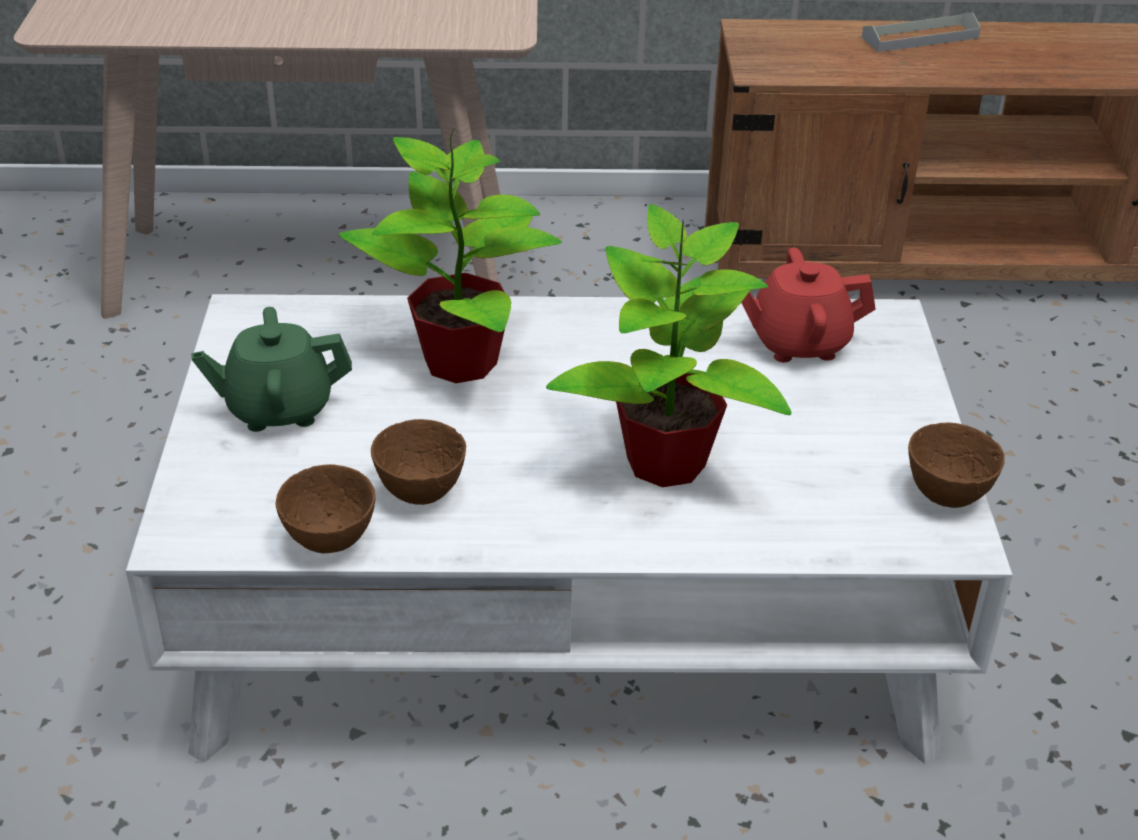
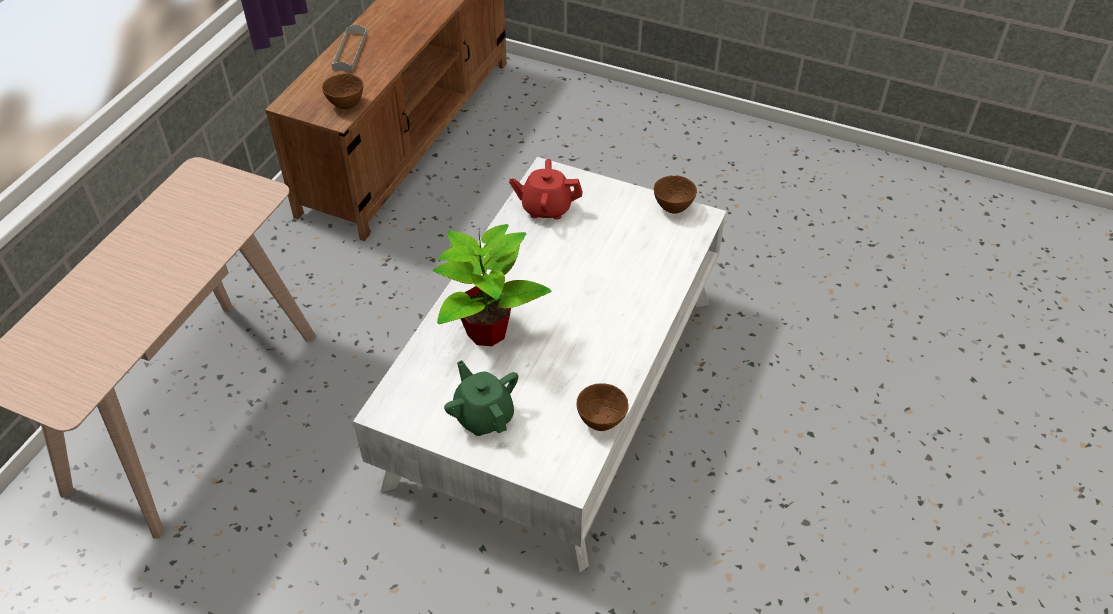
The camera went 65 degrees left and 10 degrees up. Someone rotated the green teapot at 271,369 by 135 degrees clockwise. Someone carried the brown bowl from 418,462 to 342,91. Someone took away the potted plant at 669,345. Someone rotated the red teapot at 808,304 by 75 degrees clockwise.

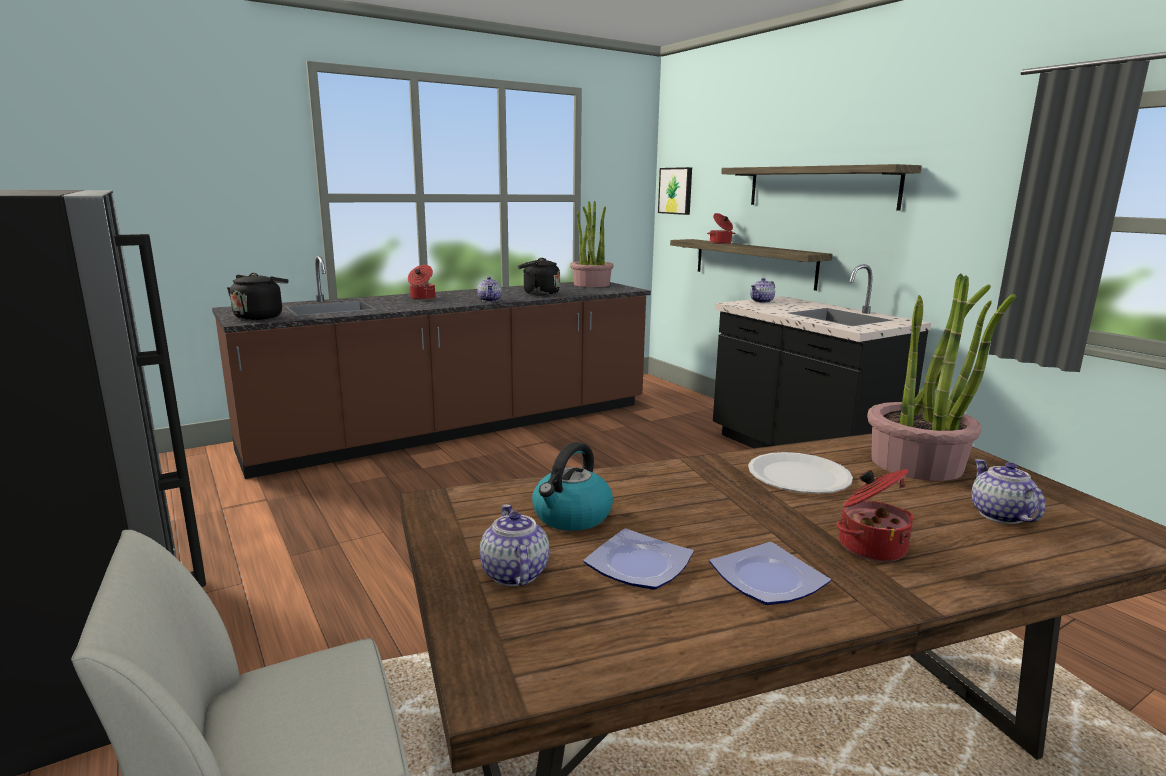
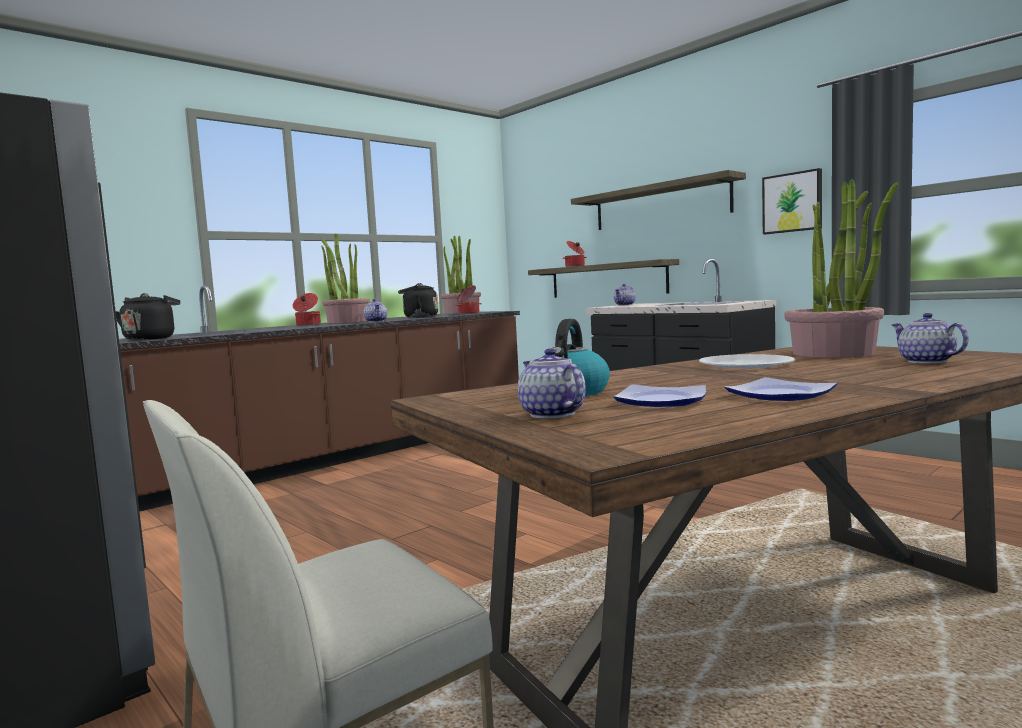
The camera went 10 degrees left and 10 degrees down. Someone carried the picture from 675,191 to 792,201. Someone carried the cooking pot from 875,515 to 468,299. Someone put down the potted plant at 345,278.

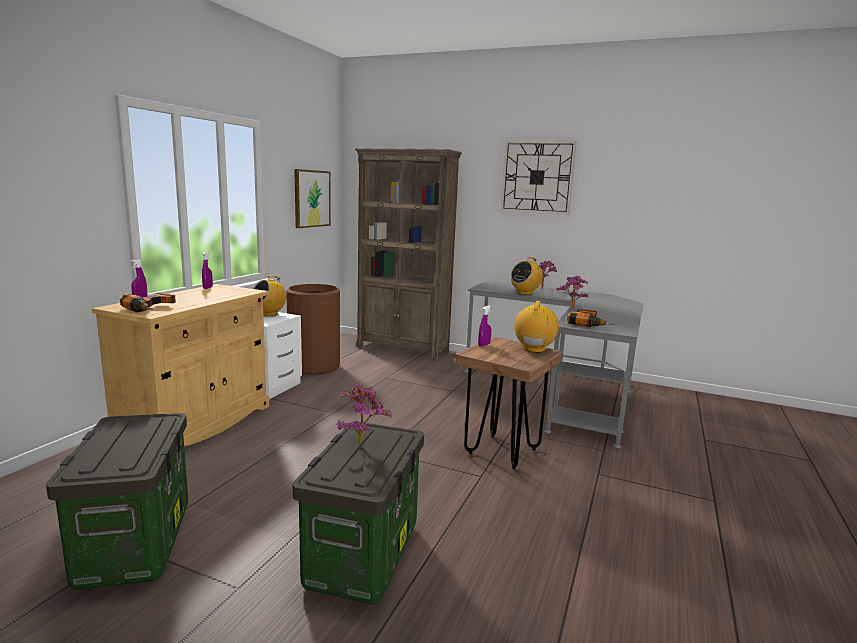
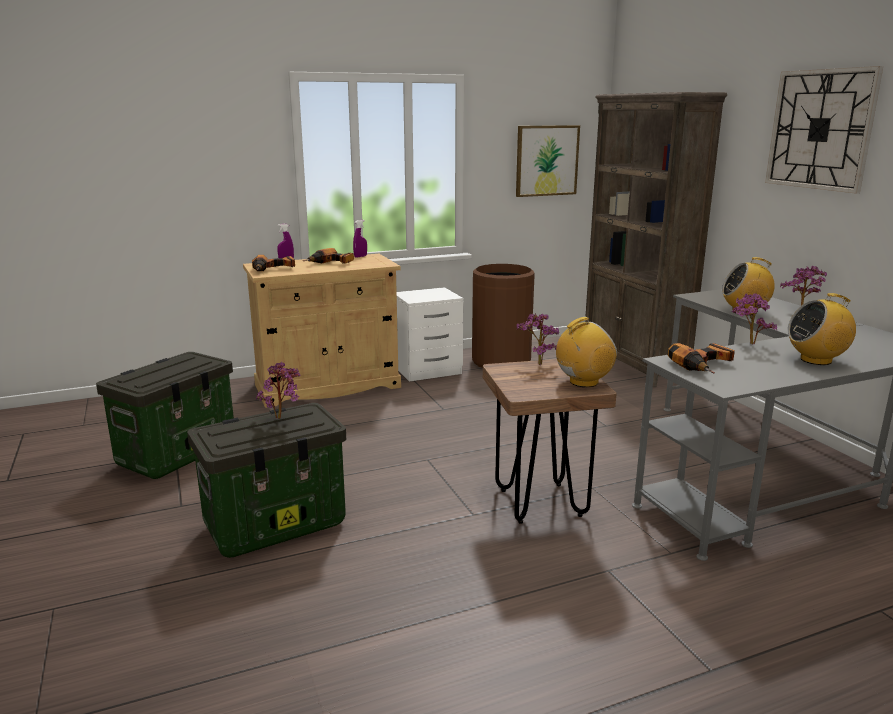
The camera went 45 degrees right and 5 degrees up. Someone carried the radio from 269,295 to 822,329. Someone swapped the purple spray bottle at 484,326 for the potted plant at 537,339. Someone put down the power drill at 328,256.

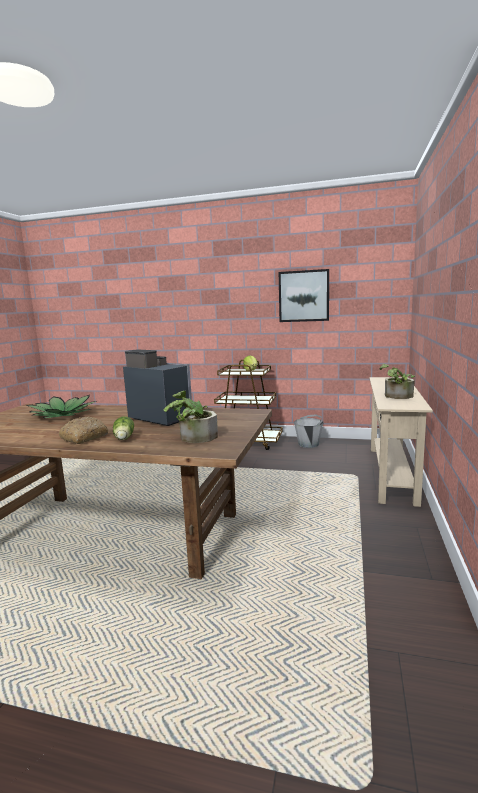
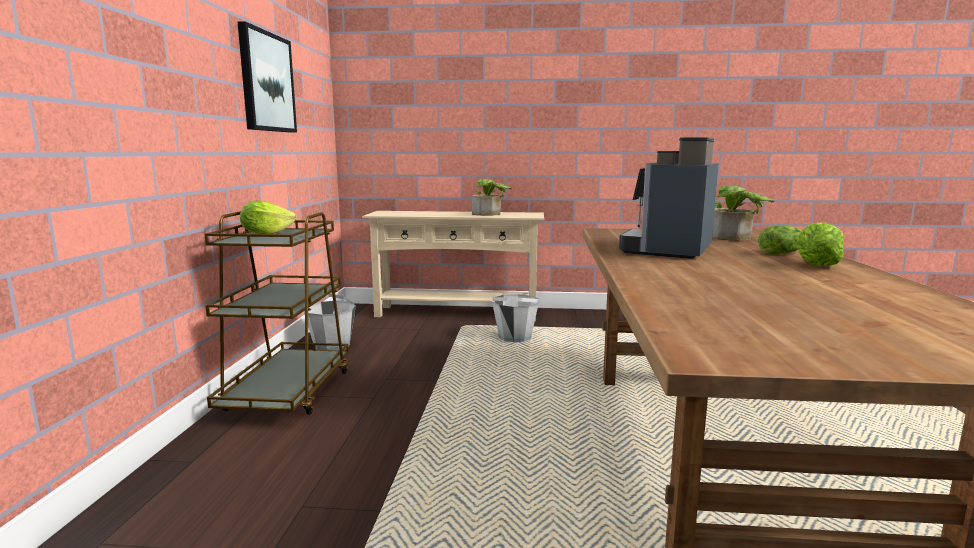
The camera went 100 degrees left and 0 degrees up. Someone took away the potted plant at 61,407. Someone swapped the bread at 84,430 for the lettuce at 820,244. Someone put down the grey bucket at 516,318.

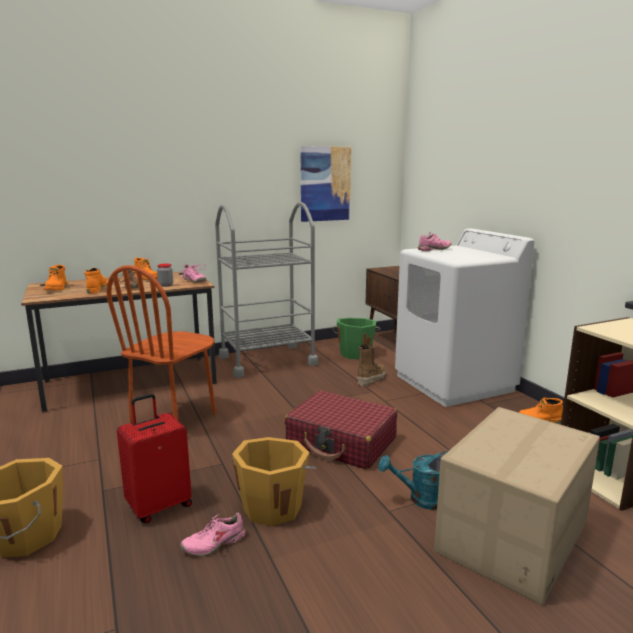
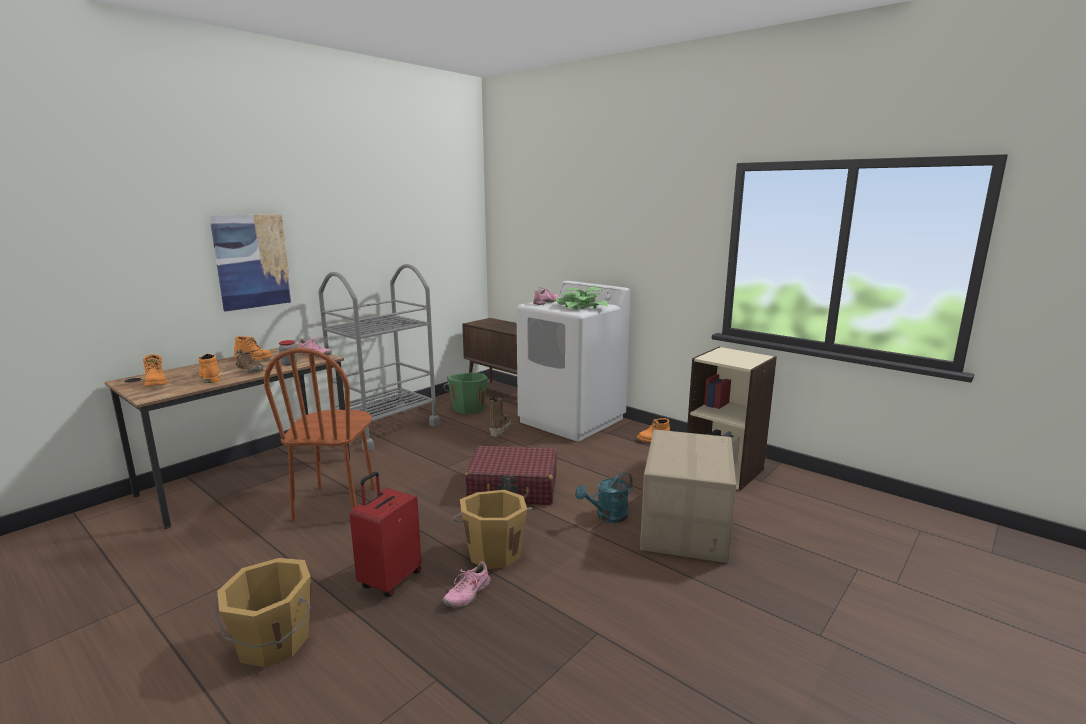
The camera went 25 degrees left and 0 degrees up. Someone carried the picture from 325,184 to 250,263. Someone put down the potted plant at 582,298.

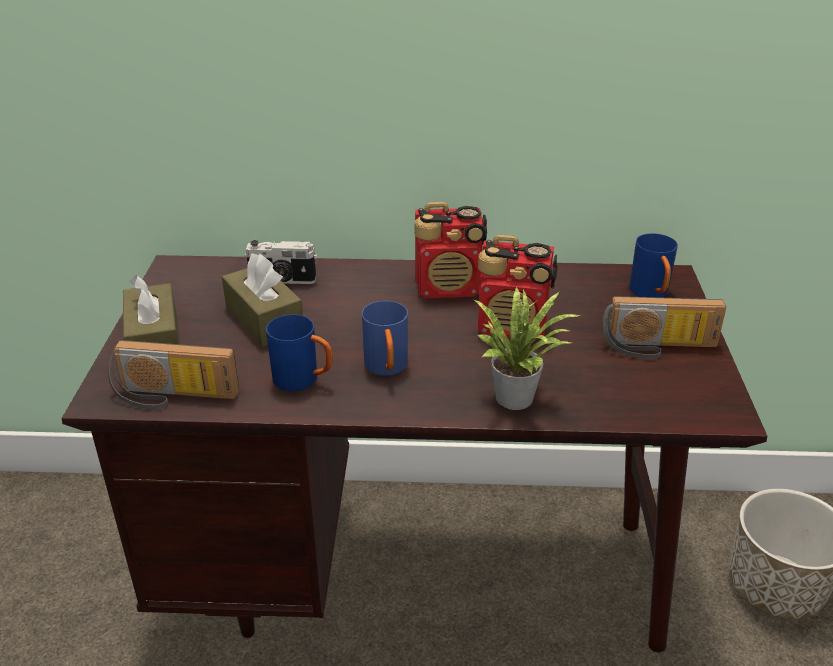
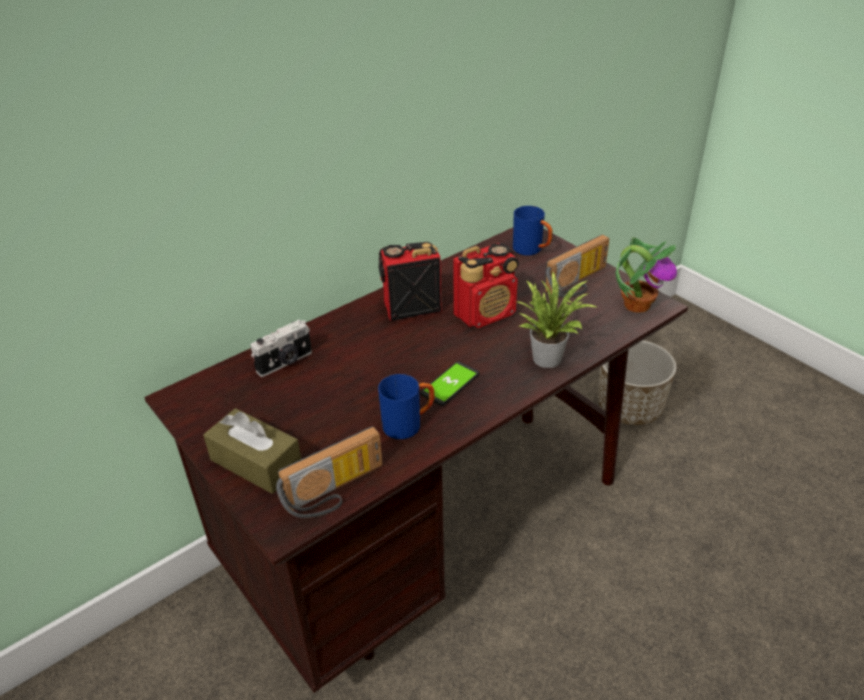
The camera went 40 degrees left and 5 degrees up. Someone took away the brown tissue box at 262,300. Someone swapped the blue mug at 385,338 for the phone at 449,383. Someone rotated the radio at 450,250 by 150 degrees counterclockwise. Someone put down the potted plant at 646,275.

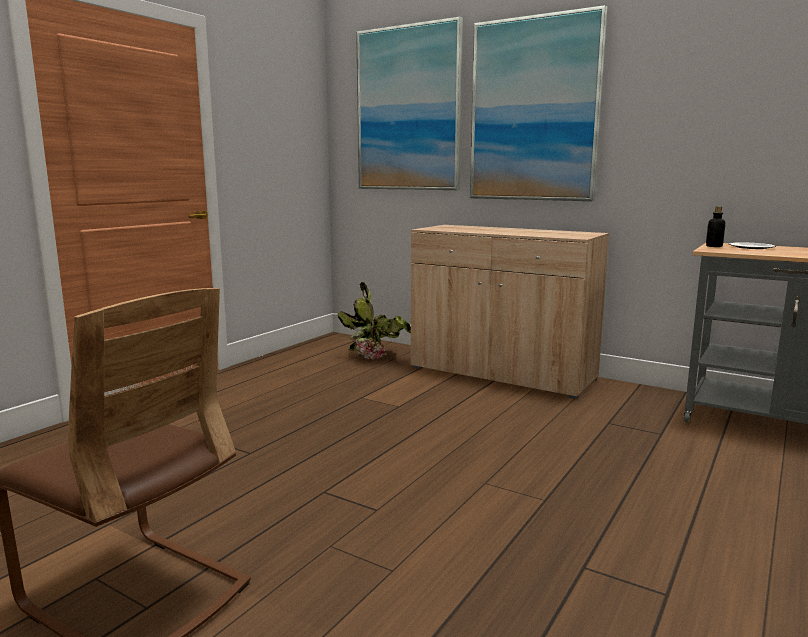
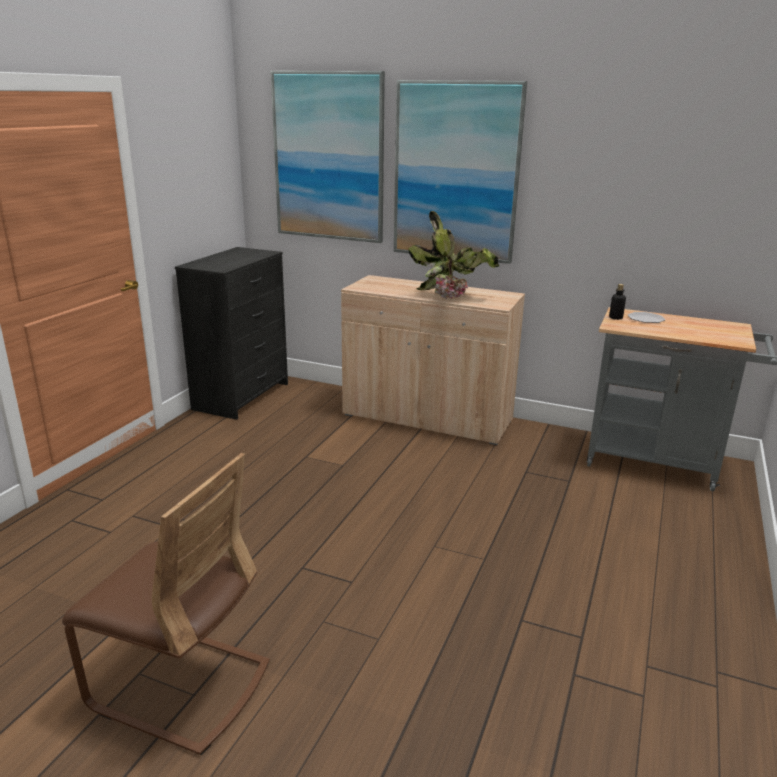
The camera went 10 degrees left and 10 degrees up. Someone carried the potted plant from 374,321 to 453,255. Someone put down the black dresser at 231,333.

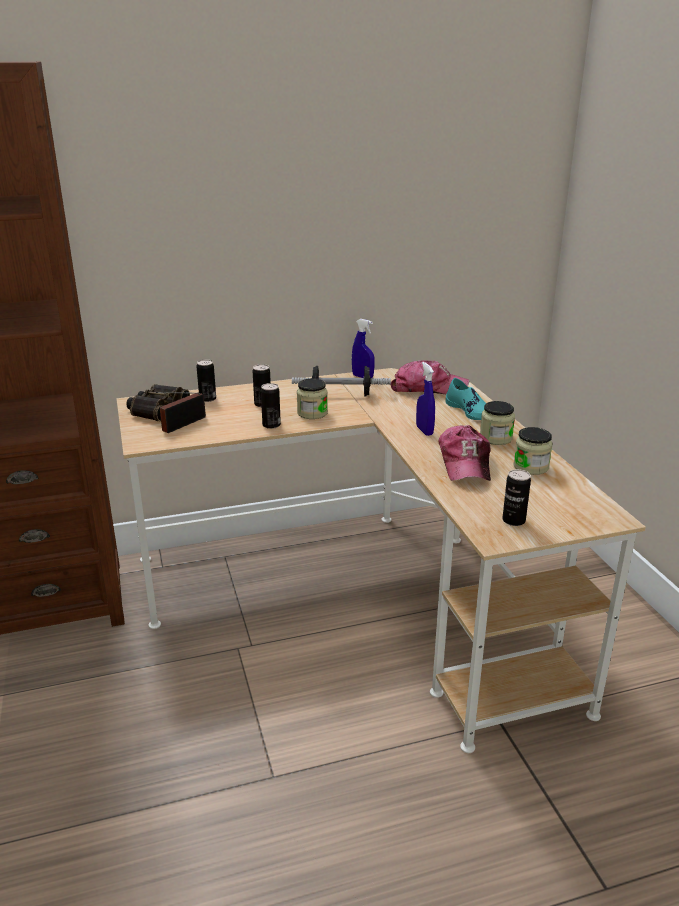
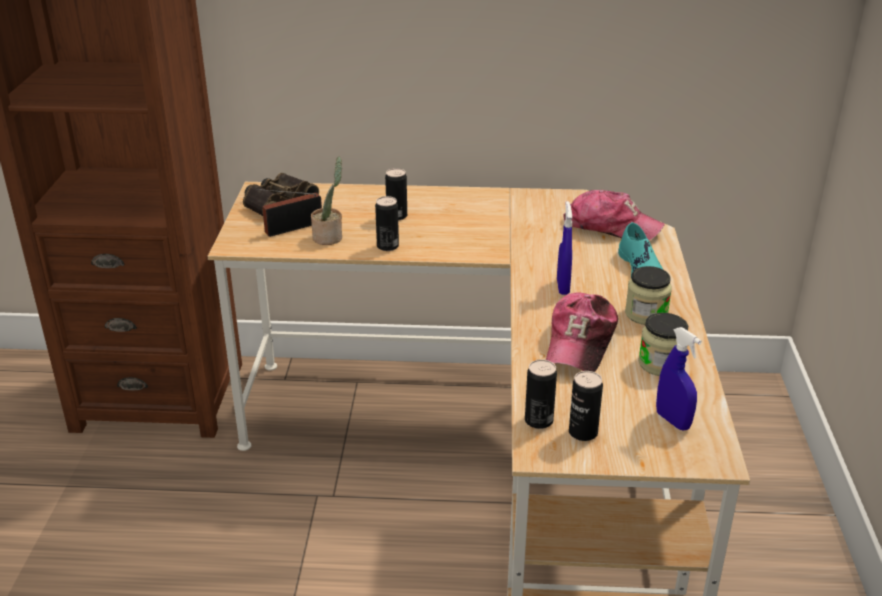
The camera went 20 degrees right and 5 degrees up. Someone carried the can from 206,381 to 541,394. Someone took away the dumbbell at 341,381. Someone took away the jar at 312,398. Someone carried the blue spray bottle from 363,348 to 679,378. Someone put down the potted plant at 326,201.

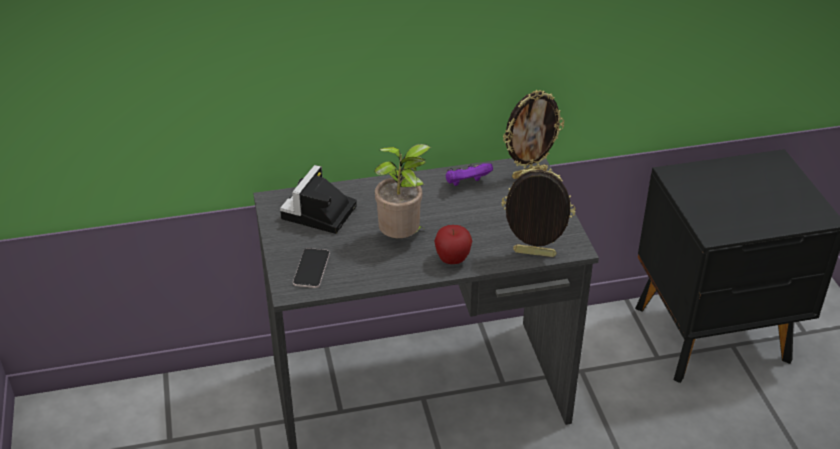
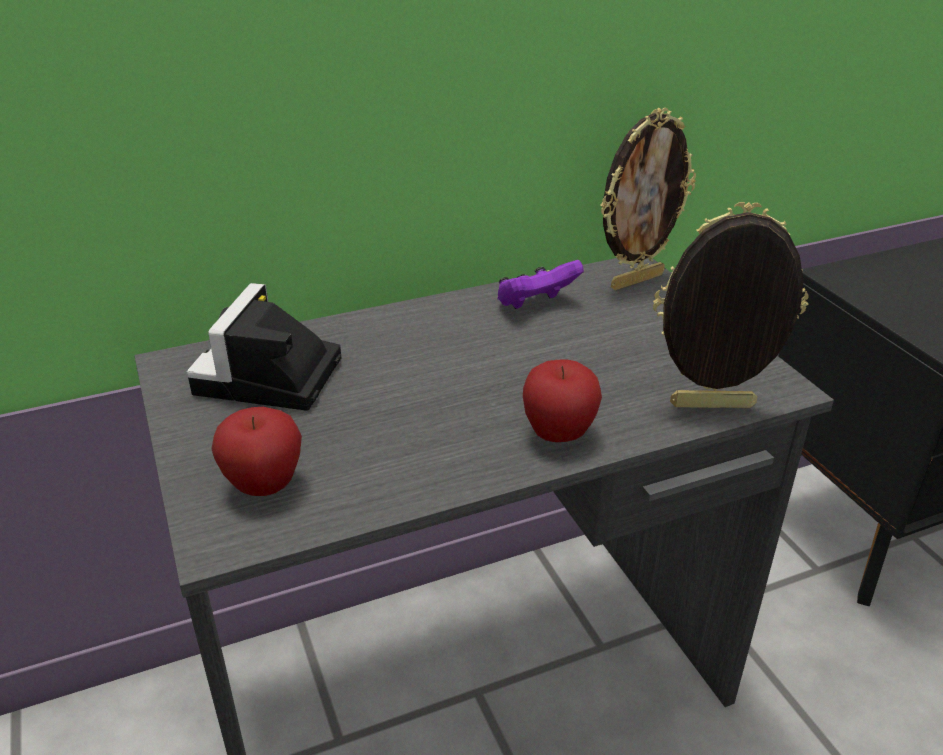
The camera went 10 degrees left and 5 degrees down. Someone swapped the phone at 311,268 for the apple at 256,451. Someone took away the potted plant at 402,191.

